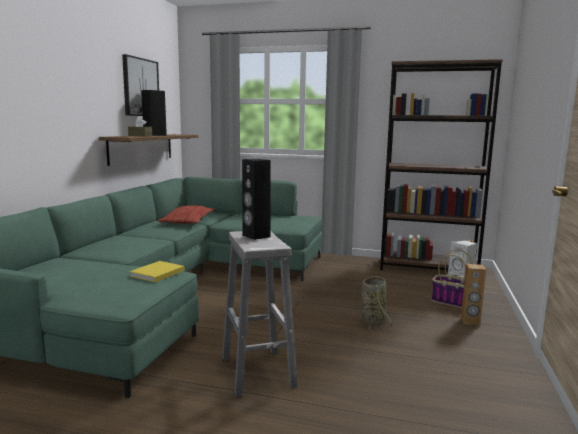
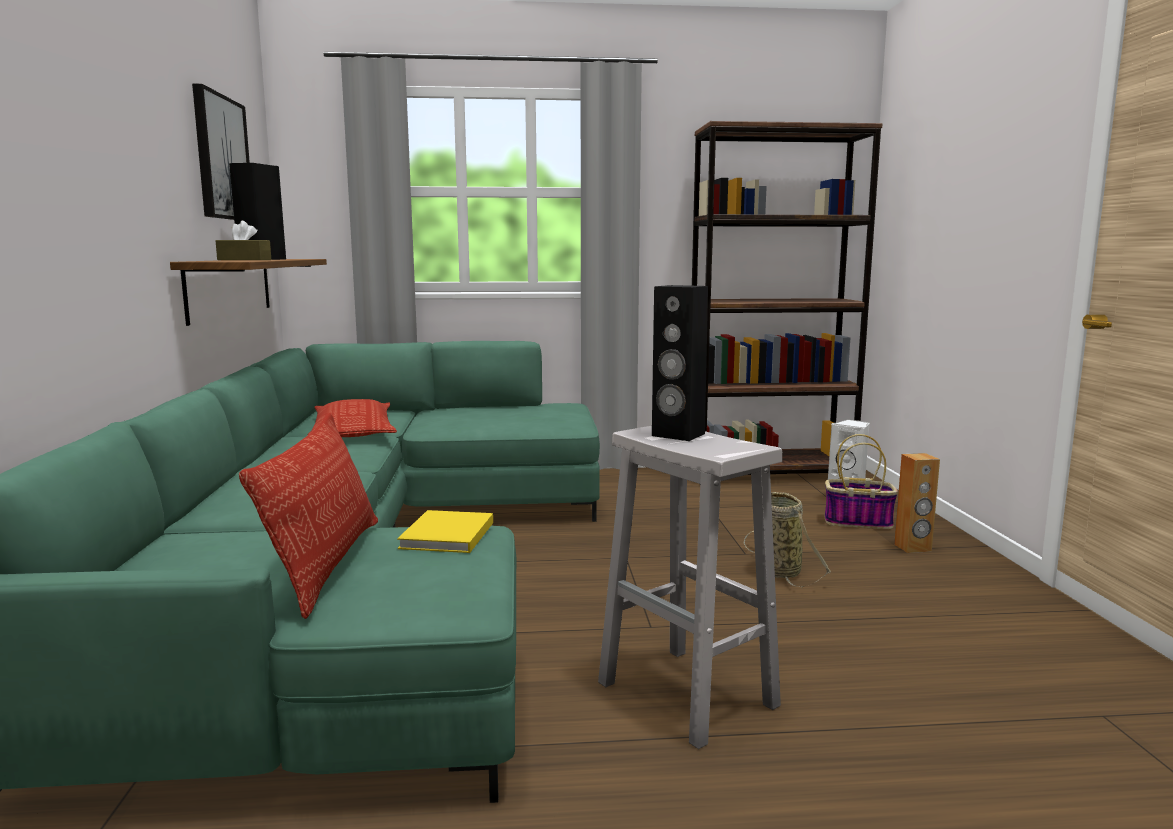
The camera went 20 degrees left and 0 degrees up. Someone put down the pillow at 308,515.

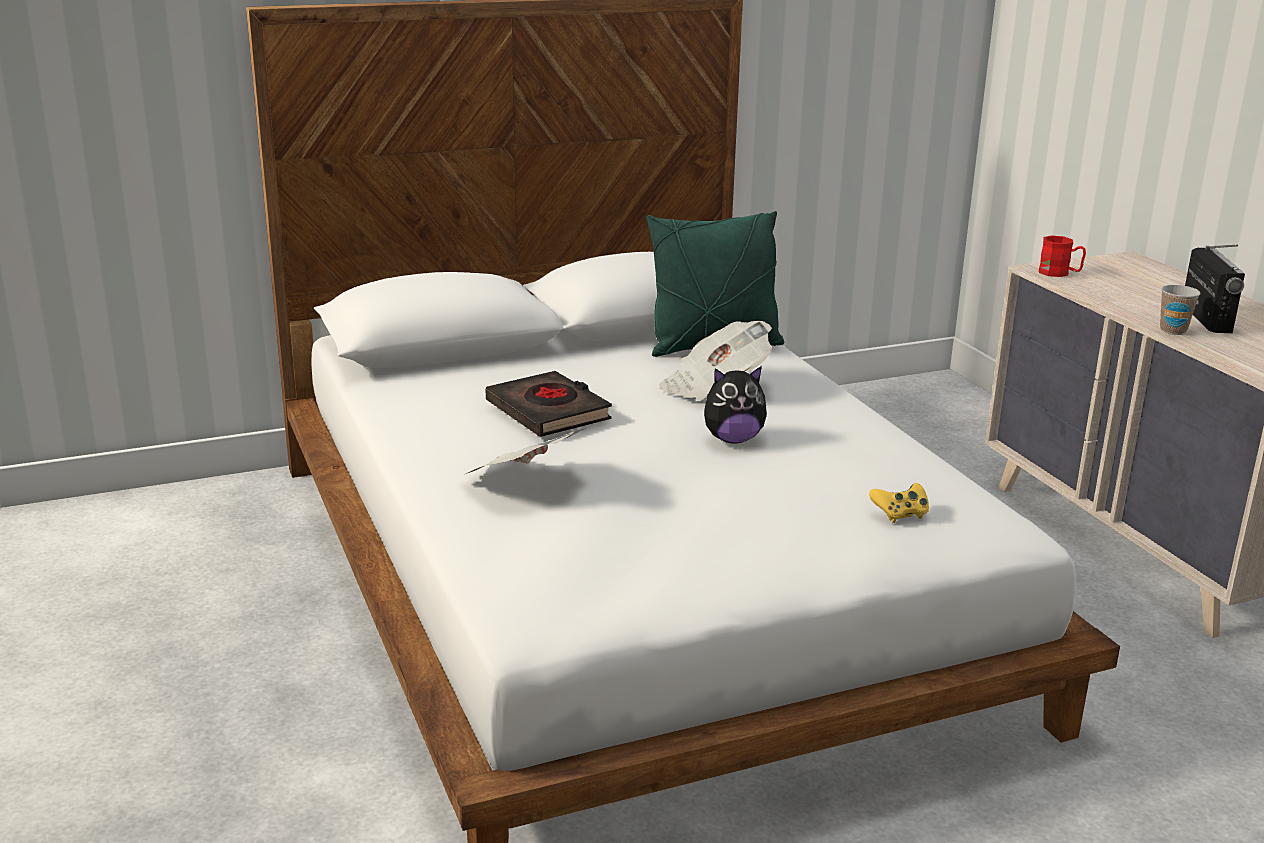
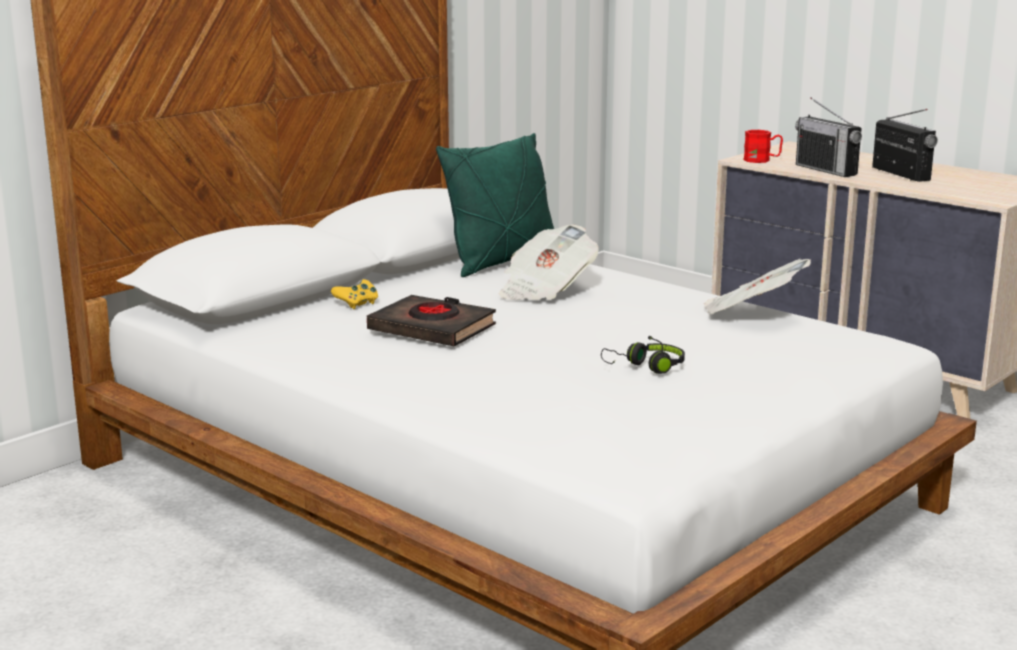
The camera went 25 degrees left and 5 degrees down. Someone carried the newspaper from 522,452 to 757,287. Someone took away the plush toy at 735,404. Someone carried the yellow game controller from 899,503 to 354,294. Someone took away the cup at 1180,310. Someone put down the black headphones at 643,355. Someone put down the radio at 828,137.

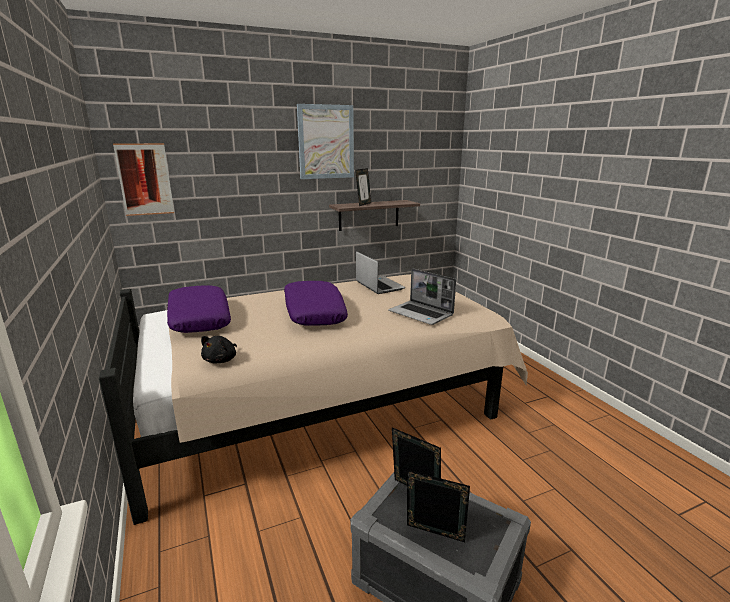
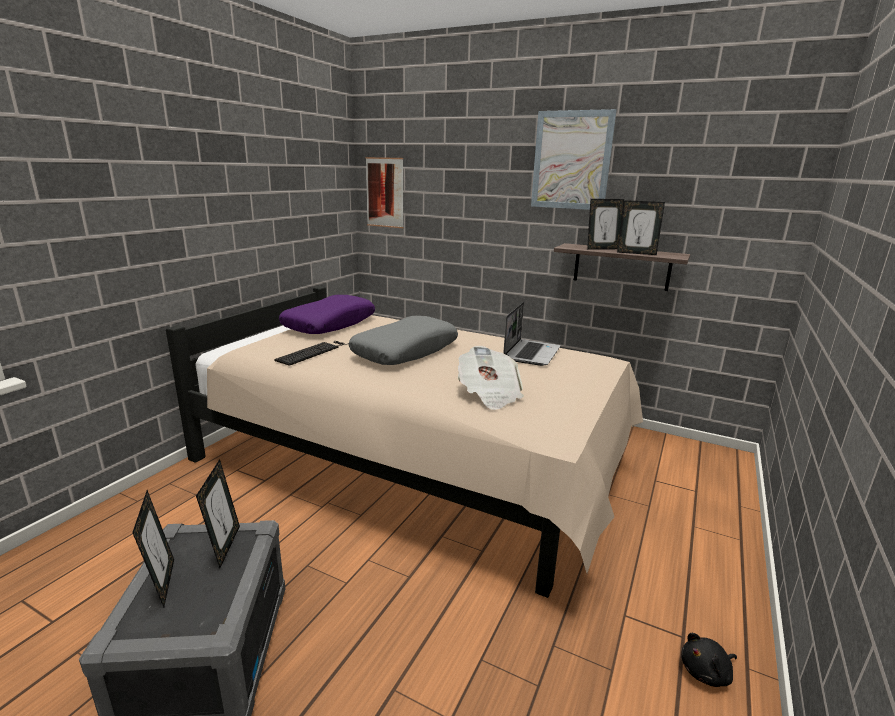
The camera went 50 degrees right and 0 degrees up. Someone carried the black plush toy from 219,349 to 709,660. Someone repainted the purple pillow at 316,303, which became the grey pillow at 403,340. Someone swapped the laptop at 422,296 for the newspaper at 491,378. Someone put down the keyboard at 310,353. Someone put down the picture frame at 641,227.

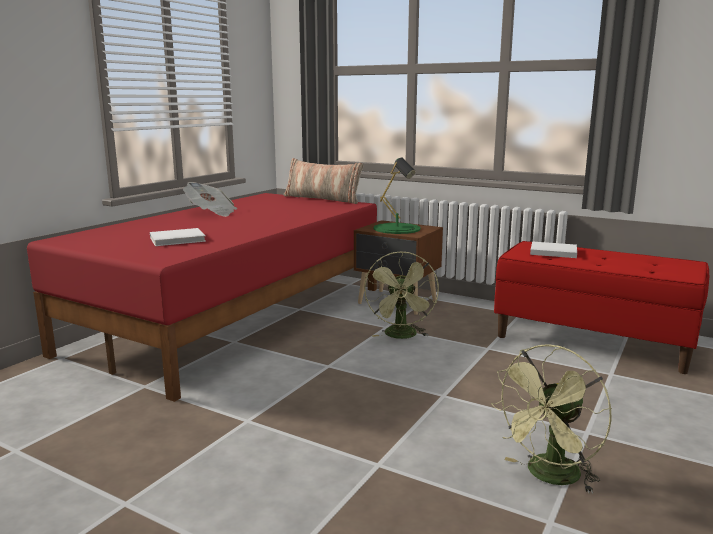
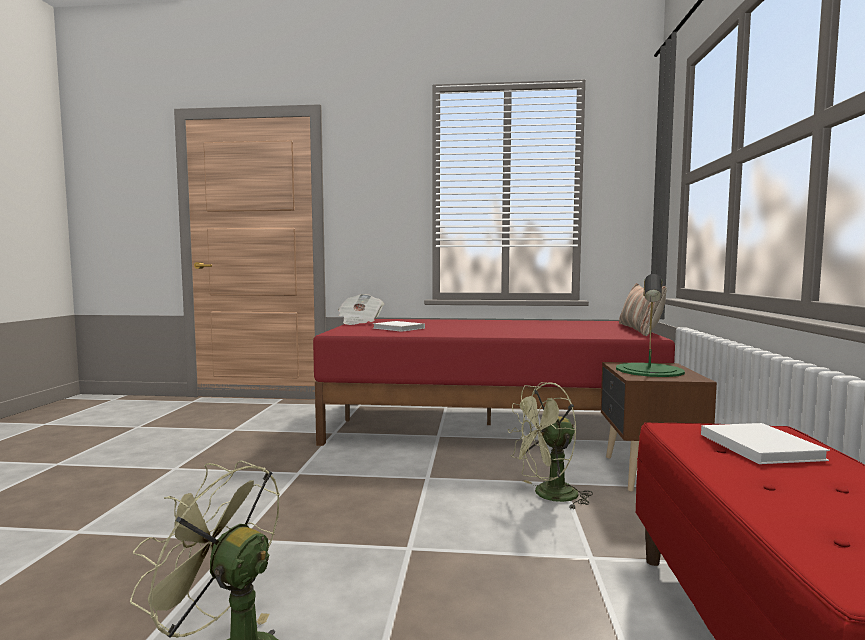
The camera went 65 degrees right and 10 degrees down. Someone carried the newspaper from 210,199 to 361,309.

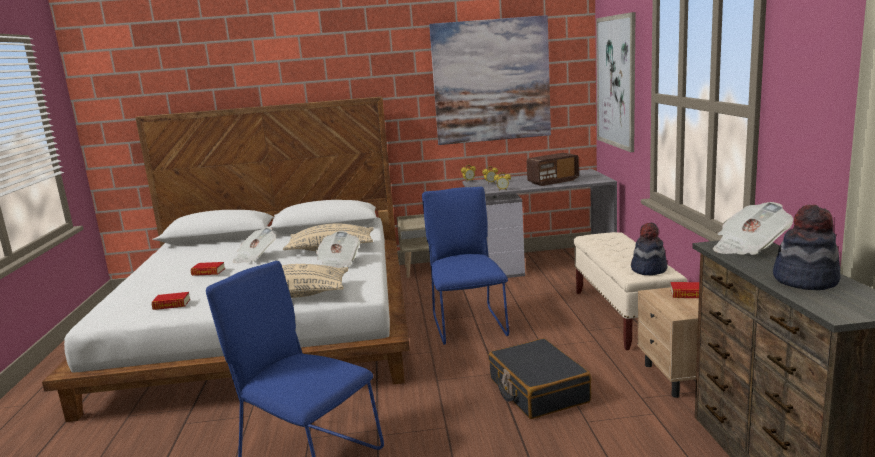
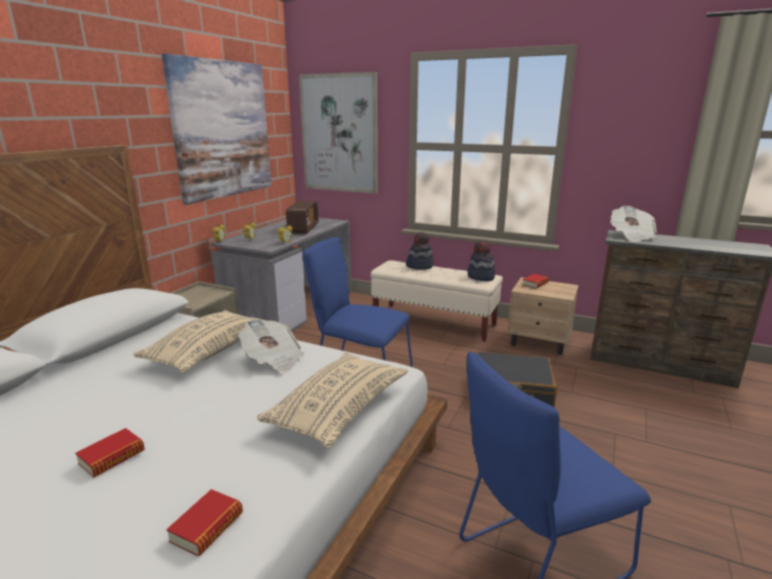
The camera went 60 degrees left and 5 degrees up. Someone took away the newspaper at 254,245. Someone carried the hat from 807,247 to 420,251.

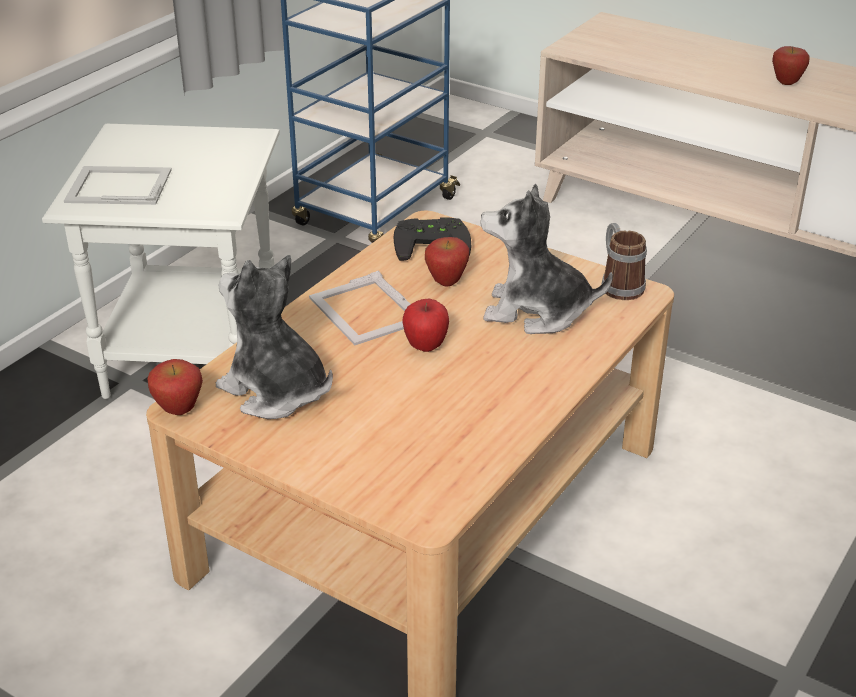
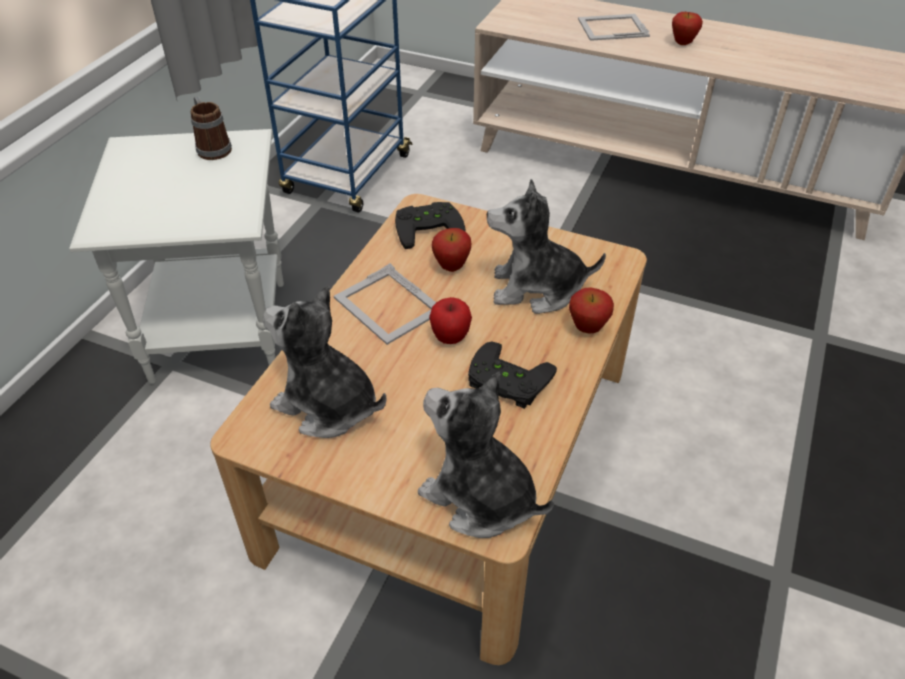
The camera went 10 degrees left and 10 degrees up. Someone carried the picture frame from 118,185 to 614,27. Someone carried the apple from 175,387 to 591,311. Someone carried the mug from 624,261 to 211,128. Someone put down the plush toy at 486,455. Someone put down the black game controller at 512,375.

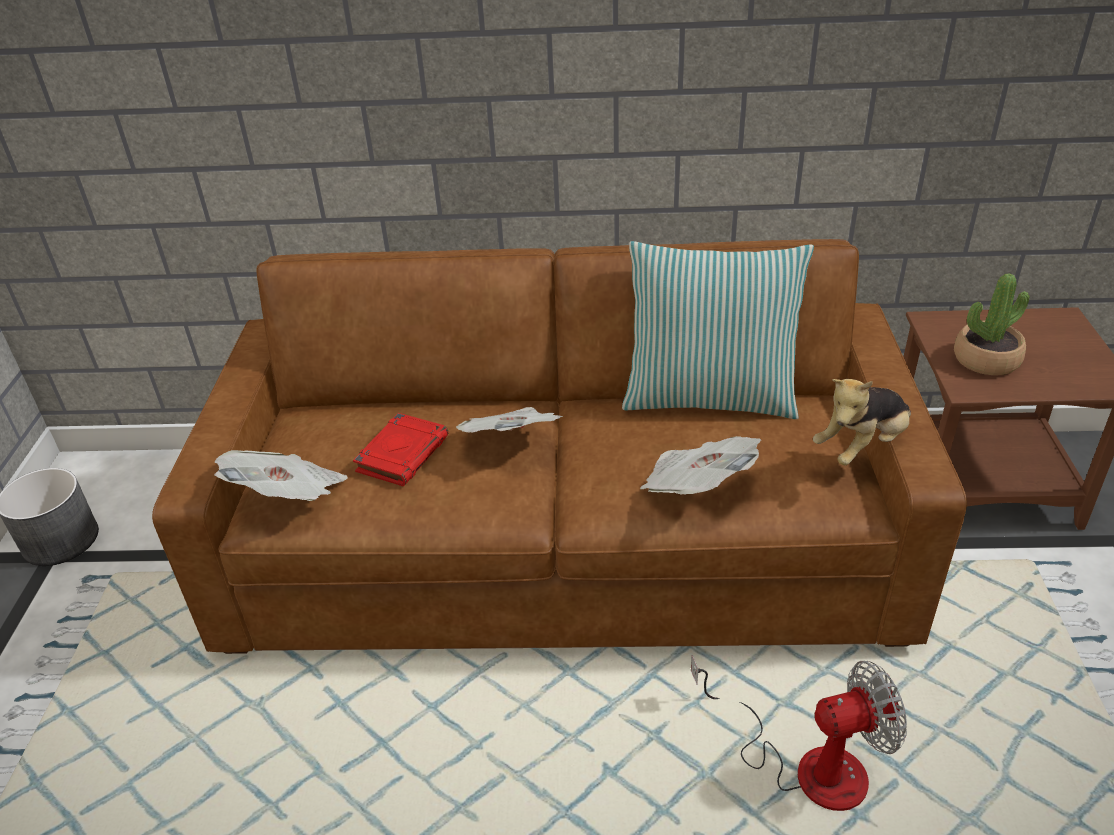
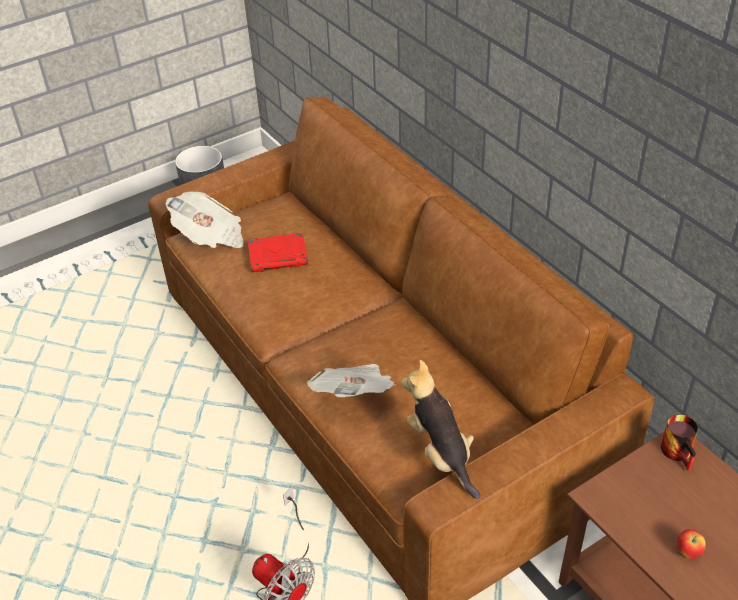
The camera went 55 degrees right and 5 degrees up. Someone took away the newspaper at 510,420. Someone took away the pillow at 718,330. Someone rotated the plush toy at 862,422 by 45 degrees clockwise. Someone took away the potted plant at 992,324. Someone put down the mug at 679,443. Someone put down the apple at 691,544.

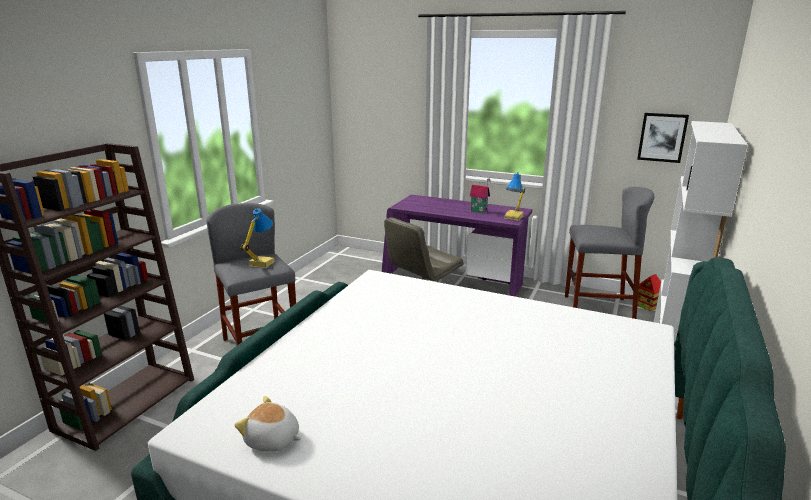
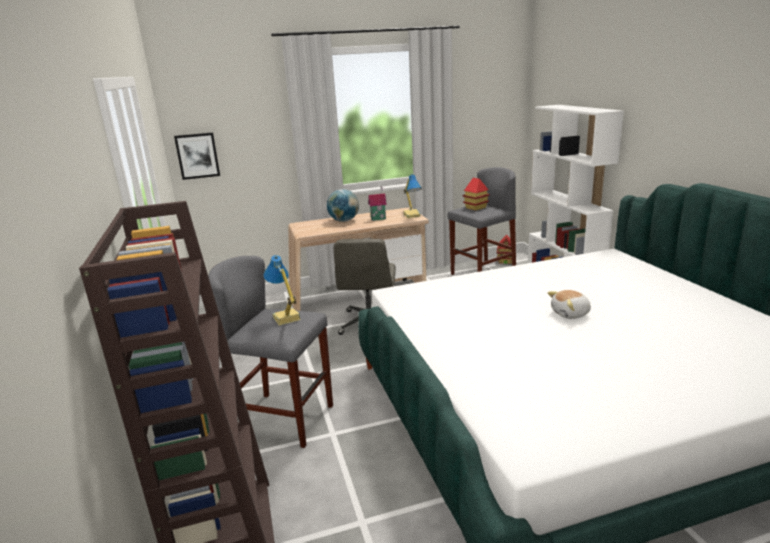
The camera went 40 degrees left and 0 degrees up. Someone carried the plush toy from 268,424 to 569,304. Someone repainted the purple desk at 457,246, which became the beige desk at 358,259. Someone carried the picture from 663,138 to 197,156. Someone put down the globe at 343,205. Someone put down the toy house at 476,194.

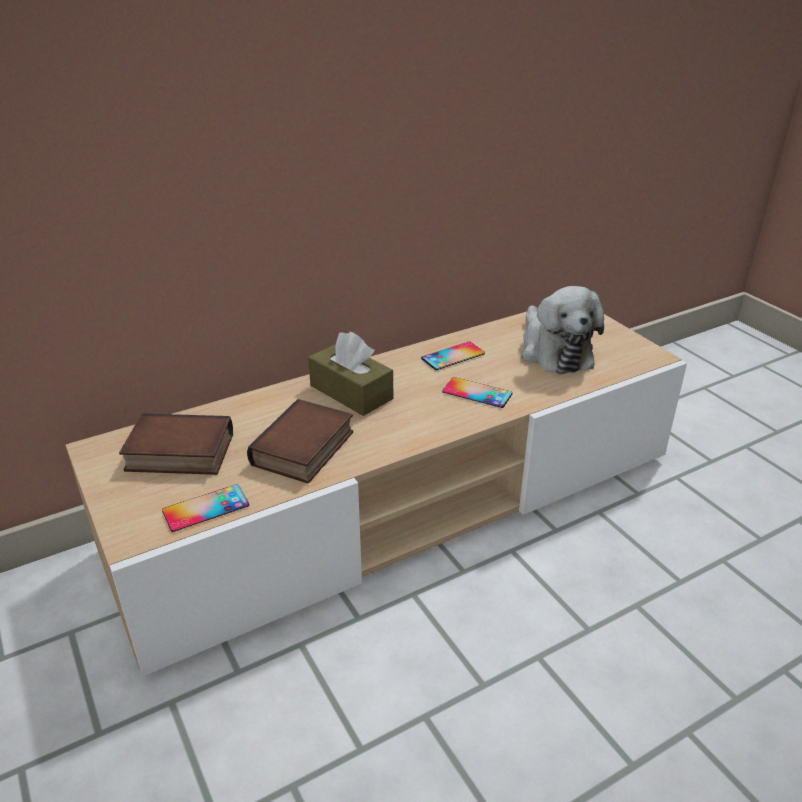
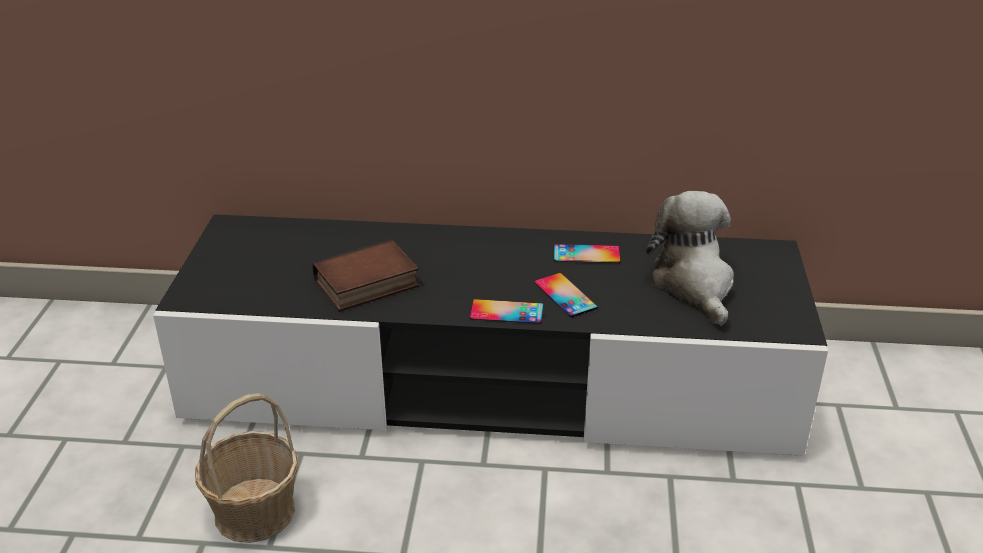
The camera went 35 degrees right and 0 degrees up. Someone repainted the beige tv stand at 376,492, which became the black tv stand at 490,335. Someone took away the book at 176,444. Someone carried the phone from 205,508 to 506,311. Someone took away the brown tissue box at 350,374. Someone rotated the plush toy at 563,330 by 150 degrees clockwise. Someone put down the basket at 246,468.

